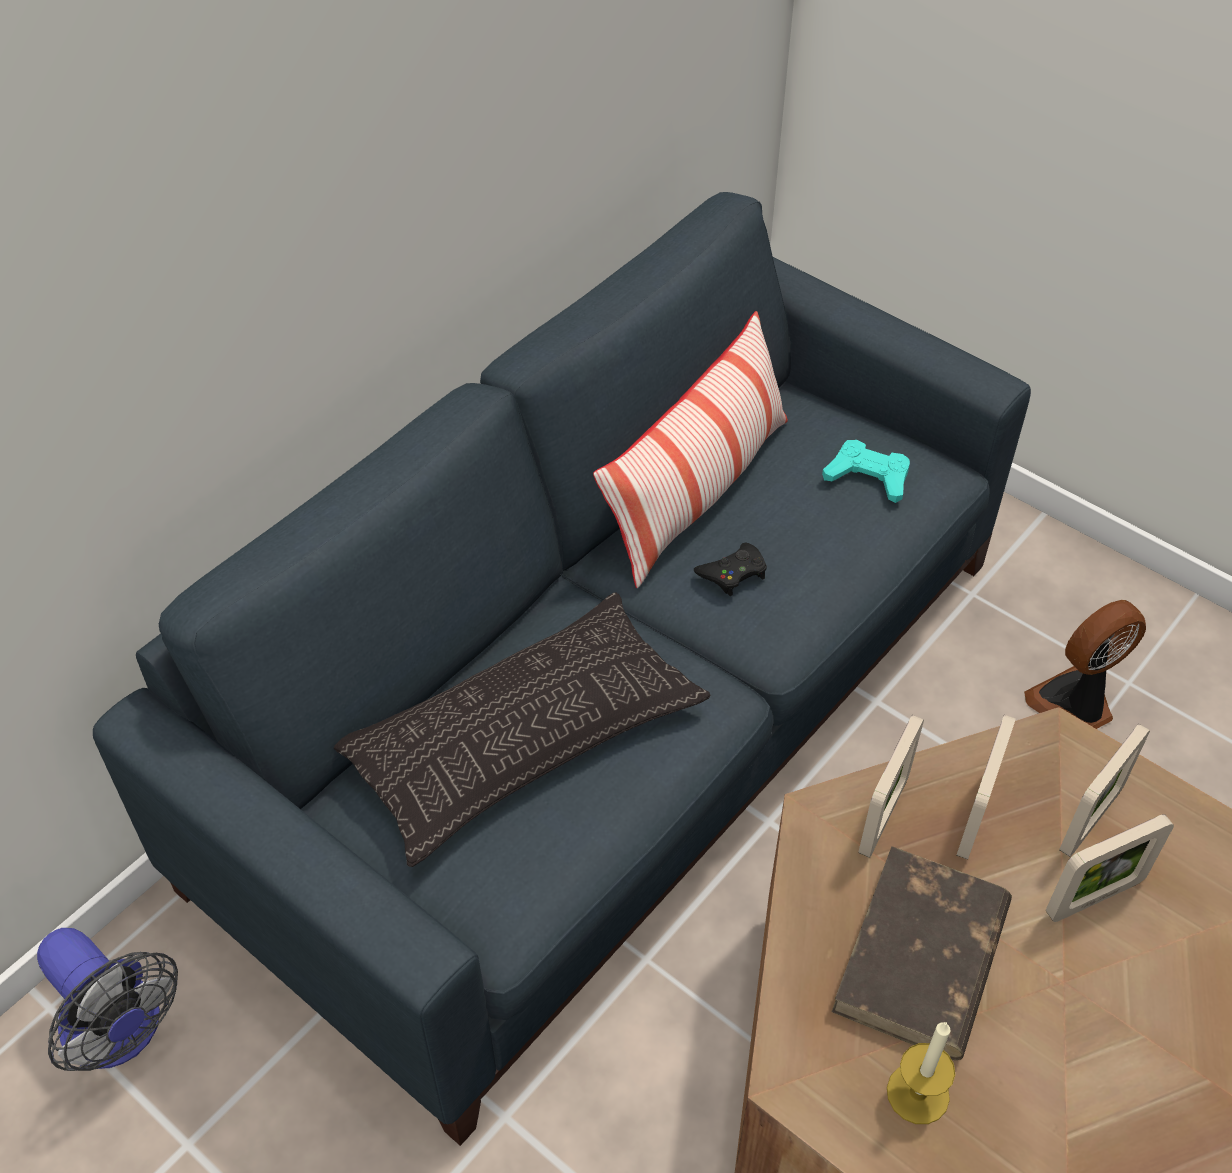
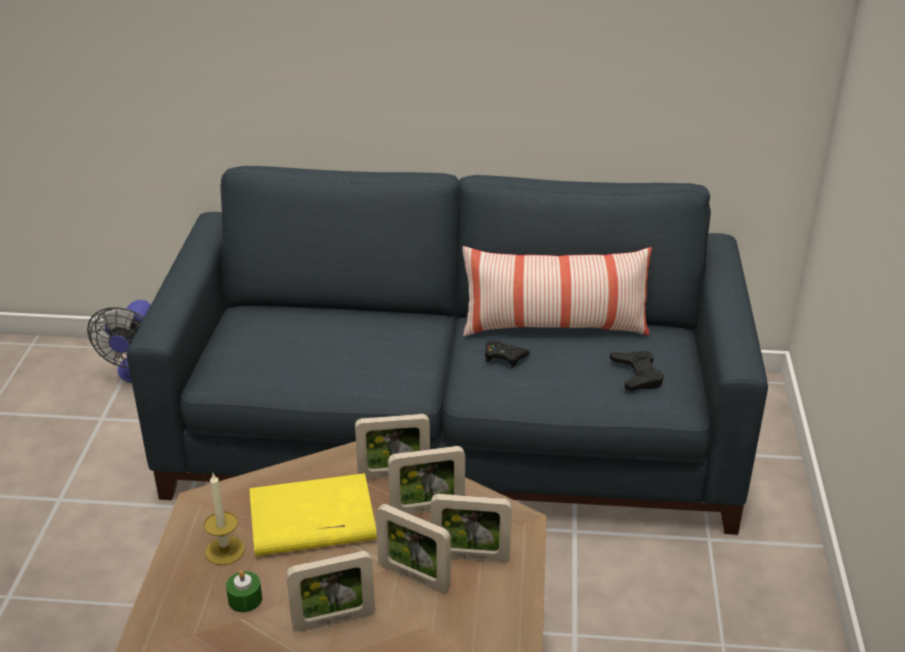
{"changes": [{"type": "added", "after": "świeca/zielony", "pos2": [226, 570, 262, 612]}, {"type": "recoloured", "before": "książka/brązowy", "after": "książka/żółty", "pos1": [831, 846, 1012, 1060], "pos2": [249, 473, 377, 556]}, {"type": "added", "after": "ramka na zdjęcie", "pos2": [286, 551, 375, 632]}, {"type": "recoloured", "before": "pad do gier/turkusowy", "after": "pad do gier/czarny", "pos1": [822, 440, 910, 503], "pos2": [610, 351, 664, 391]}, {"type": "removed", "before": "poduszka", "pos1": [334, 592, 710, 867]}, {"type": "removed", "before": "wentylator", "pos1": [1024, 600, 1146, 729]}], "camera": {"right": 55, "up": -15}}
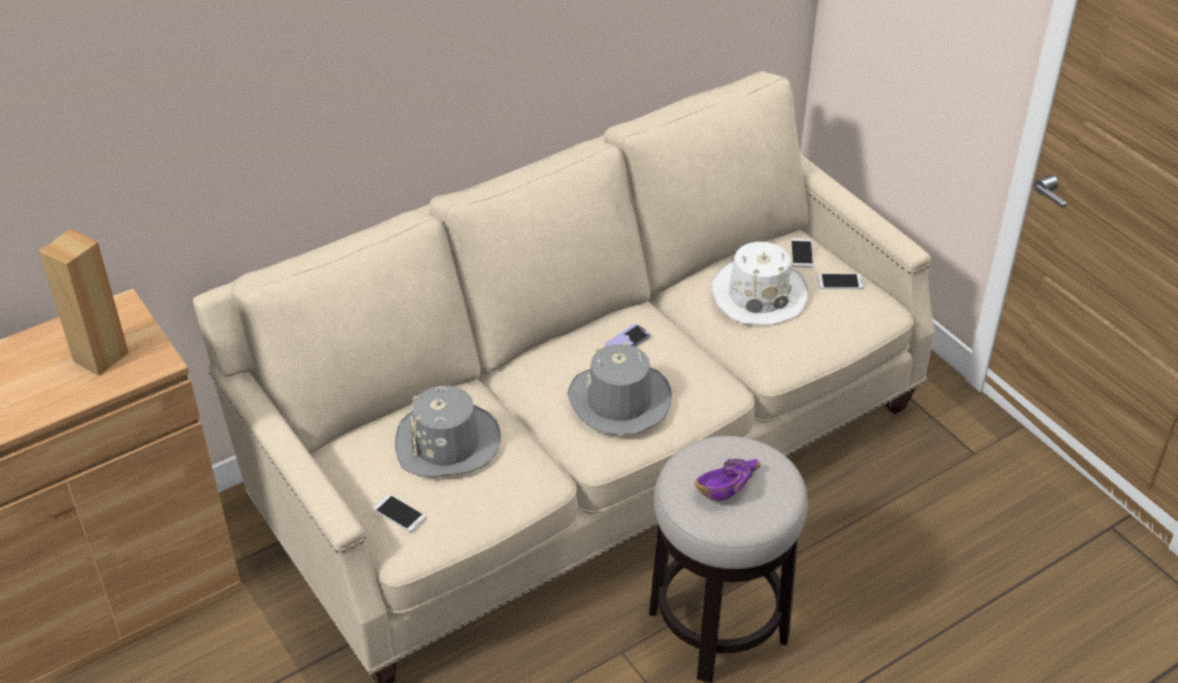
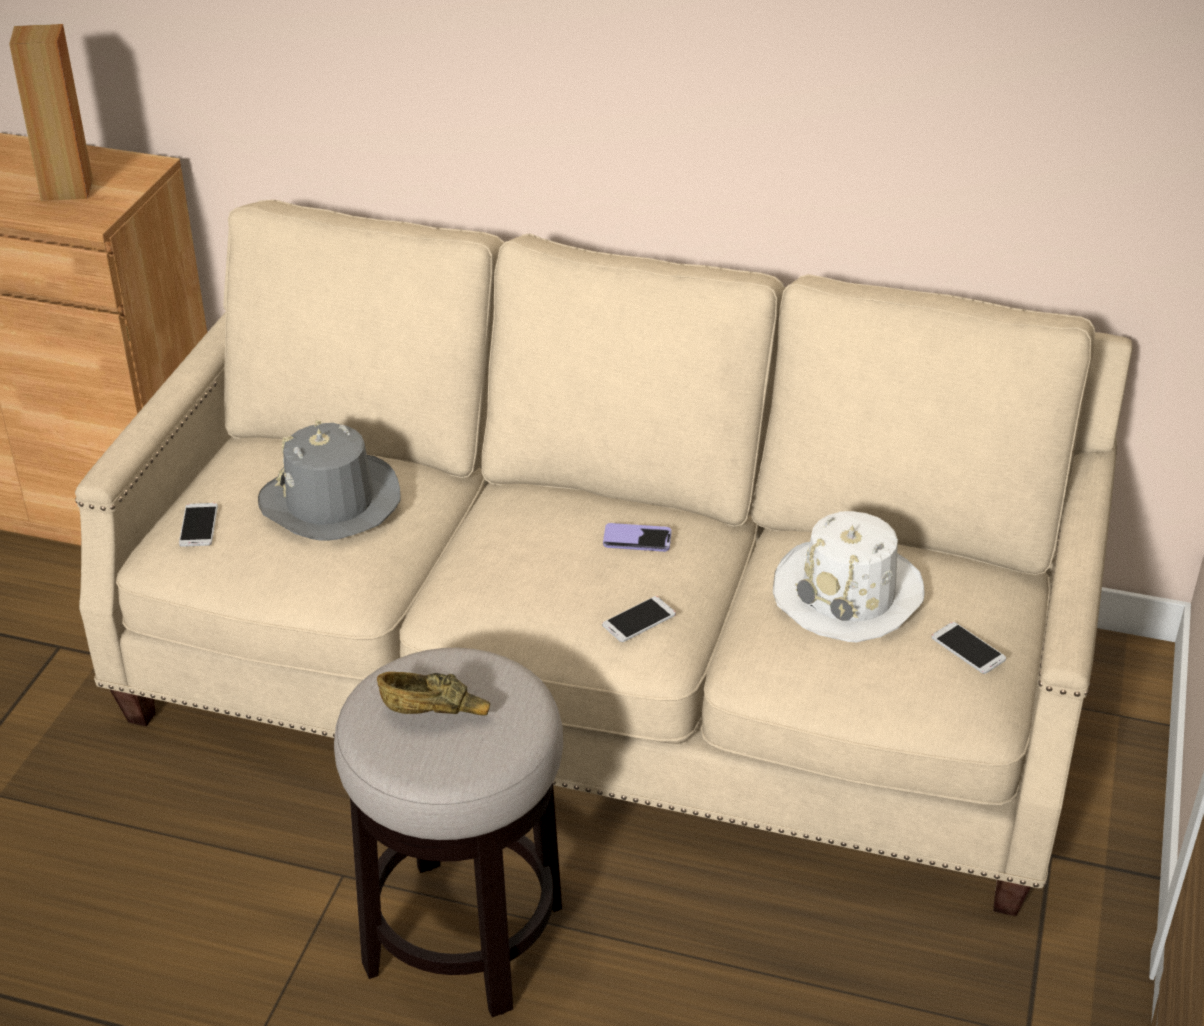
{"changes": [{"type": "recoloured", "before": "miska/fioletowy", "after": "miska/brązowy", "pos1": [694, 459, 760, 501], "pos2": [377, 672, 490, 715]}, {"type": "moved", "before": "telefon", "pos1": [791, 238, 814, 268], "pos2": [602, 596, 676, 642]}, {"type": "removed", "before": "kapelusz/szary", "pos1": [568, 341, 672, 435]}], "camera": {"right": 50, "up": -5}}
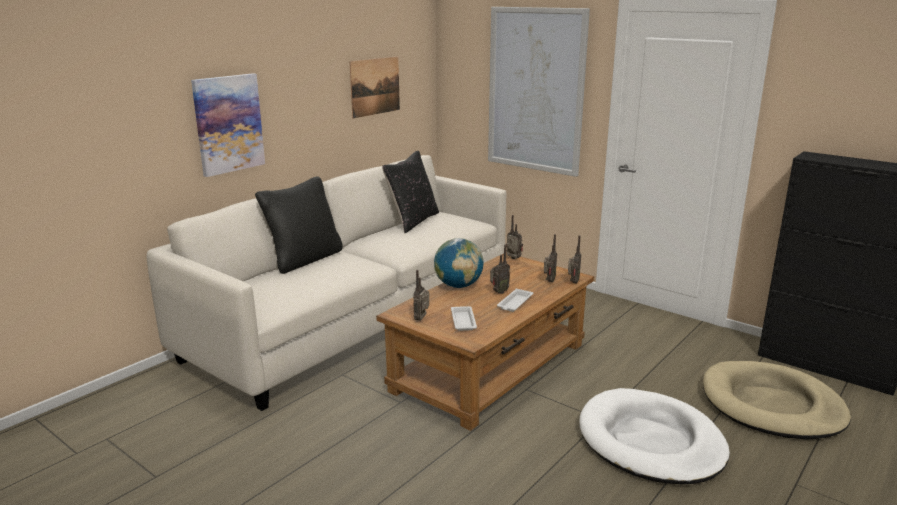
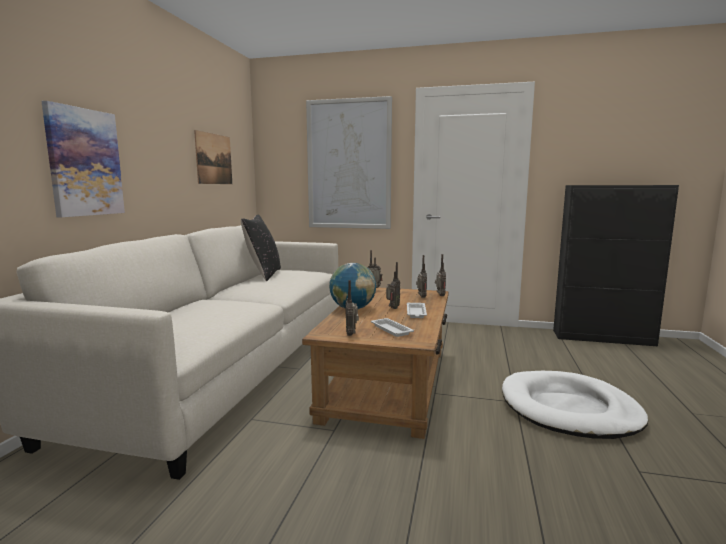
{"changes": [{"type": "removed", "before": "poduszka/czarny", "pos1": [255, 176, 343, 274]}, {"type": "removed", "before": "legowisko/beżowy", "pos1": [703, 361, 851, 439]}], "camera": {"right": -25, "up": -10}}
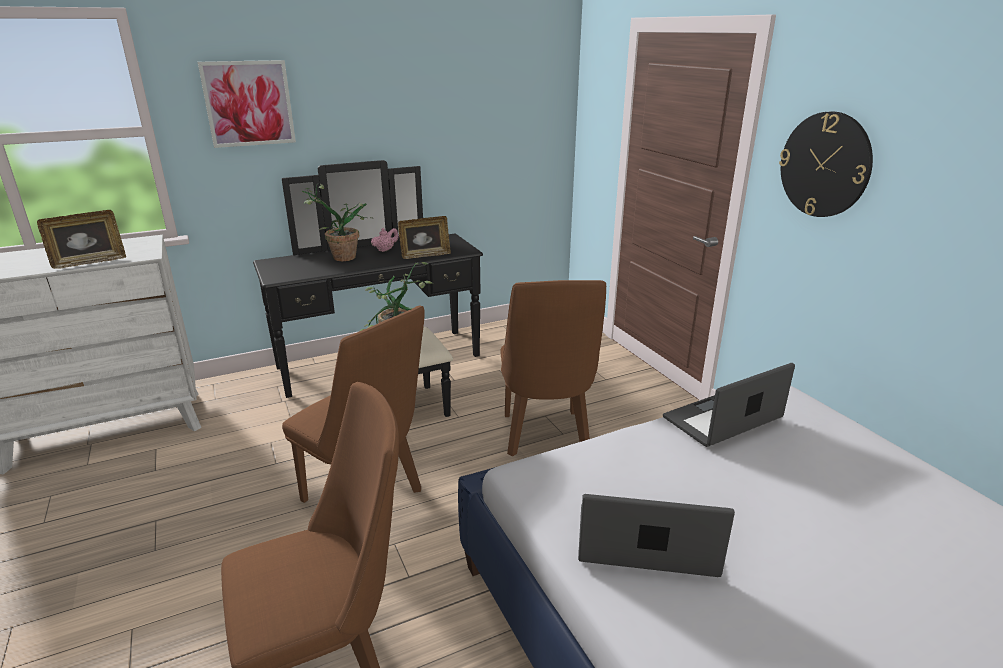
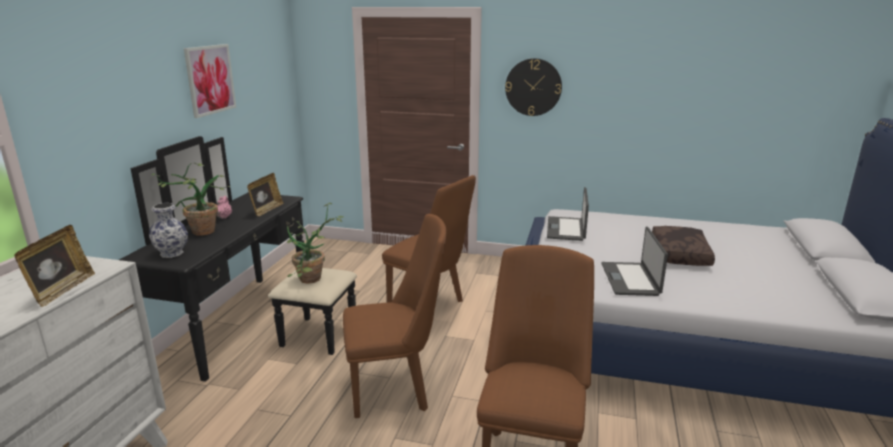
{"changes": [{"type": "added", "after": "wazon", "pos2": [149, 203, 188, 258]}, {"type": "moved", "before": "obraz", "pos1": [198, 60, 296, 148], "pos2": [184, 44, 236, 118]}, {"type": "turned", "before": "laptop", "pos1": [578, 494, 735, 577], "pos2": [601, 227, 668, 296], "turn": -45}, {"type": "added", "after": "poduszka/brązowy", "pos2": [652, 226, 715, 266]}], "camera": {"right": -50, "up": -5}}
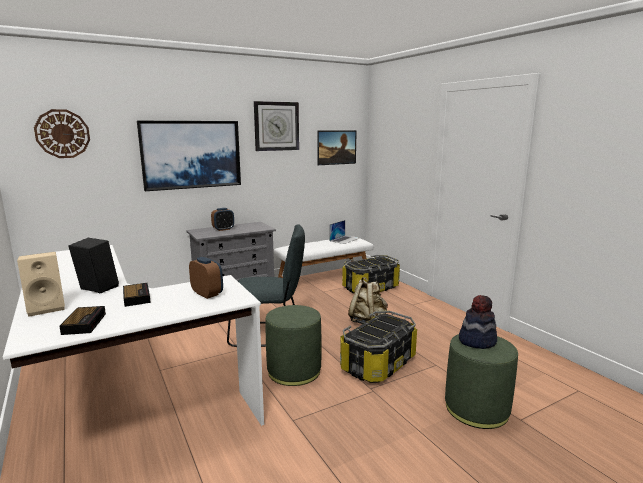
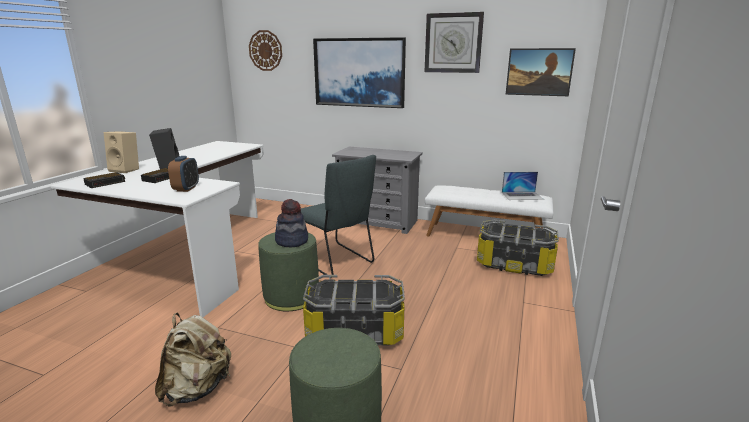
{"changes": [{"type": "moved", "before": "plecak/beżowy", "pos1": [348, 277, 388, 324], "pos2": [155, 313, 231, 407]}, {"type": "moved", "before": "kapelusz", "pos1": [459, 295, 497, 349], "pos2": [275, 199, 308, 248]}, {"type": "removed", "before": "budzik", "pos1": [211, 208, 234, 231]}], "camera": {"right": 50, "up": 5}}
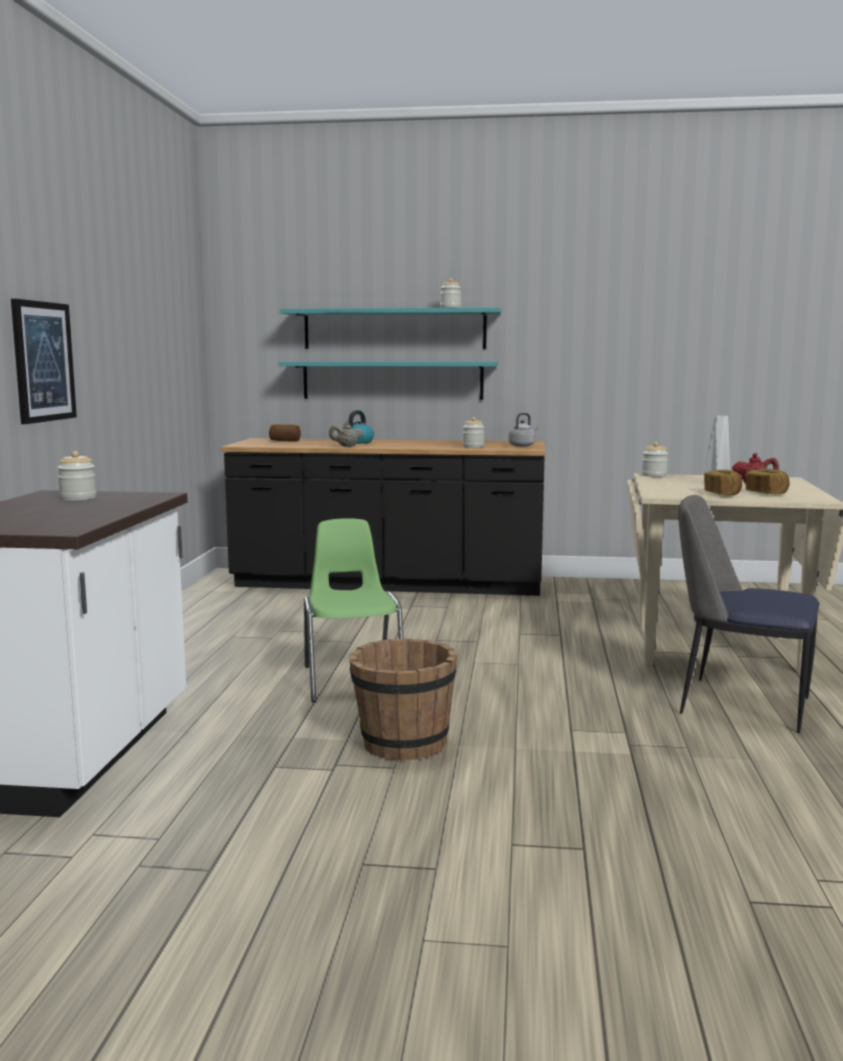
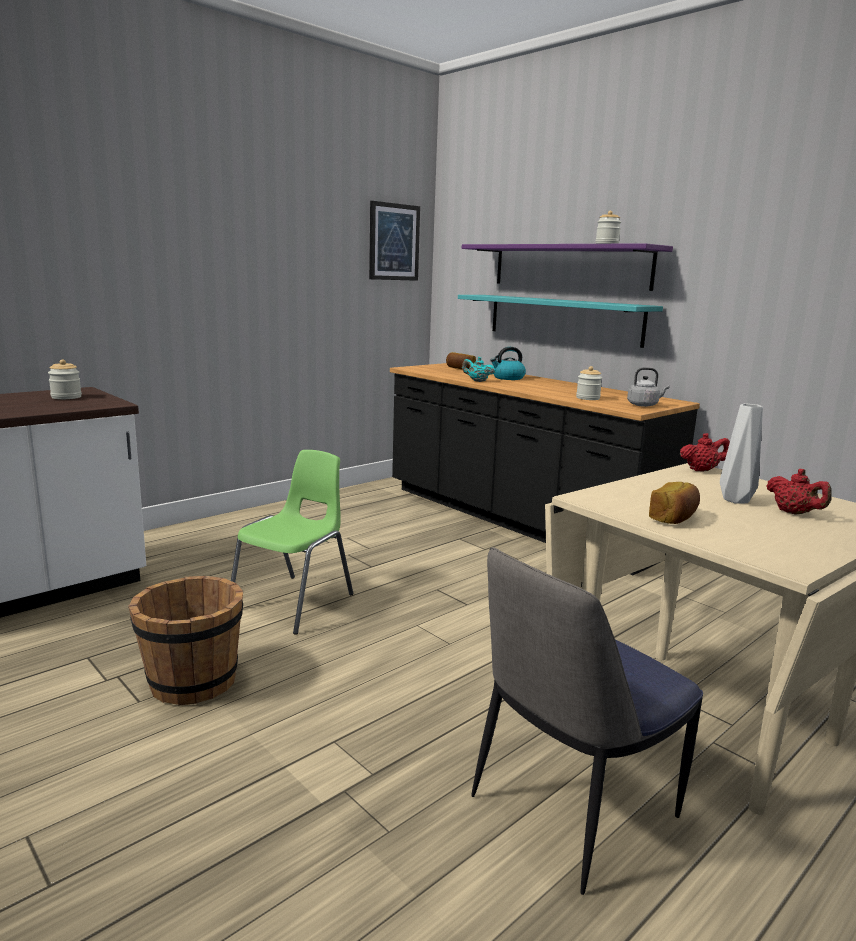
{"changes": [{"type": "moved", "before": "obraz", "pos1": [11, 299, 77, 424], "pos2": [369, 201, 420, 281]}, {"type": "recoloured", "before": "półka/turkusowy", "after": "półka/fioletowy", "pos1": [280, 307, 501, 349], "pos2": [462, 243, 673, 291]}, {"type": "recoloured", "before": "imbryk/beżowy", "after": "imbryk/turkusowy", "pos1": [329, 421, 364, 447], "pos2": [462, 357, 495, 382]}, {"type": "turned", "before": "krzesło", "pos1": [678, 495, 820, 733], "pos2": [471, 547, 703, 895], "turn": -105}, {"type": "replaced", "before": "słoik", "after": "imbryk/czerwony", "pos1": [642, 442, 668, 477], "pos2": [680, 433, 730, 472]}, {"type": "removed", "before": "chleb", "pos1": [746, 469, 790, 494]}], "camera": {"right": 40, "up": 5}}
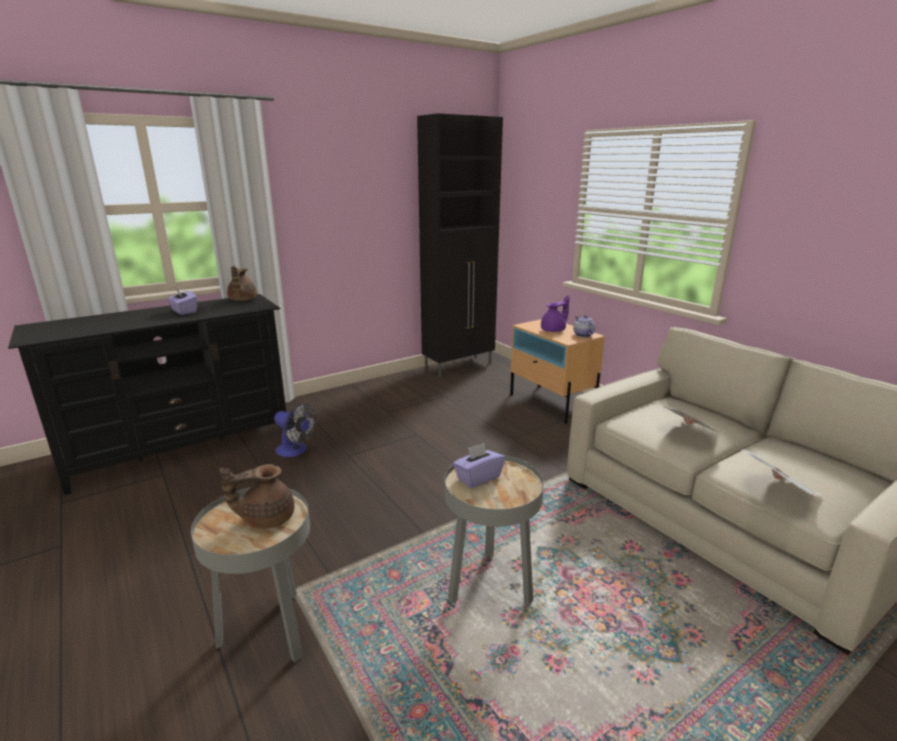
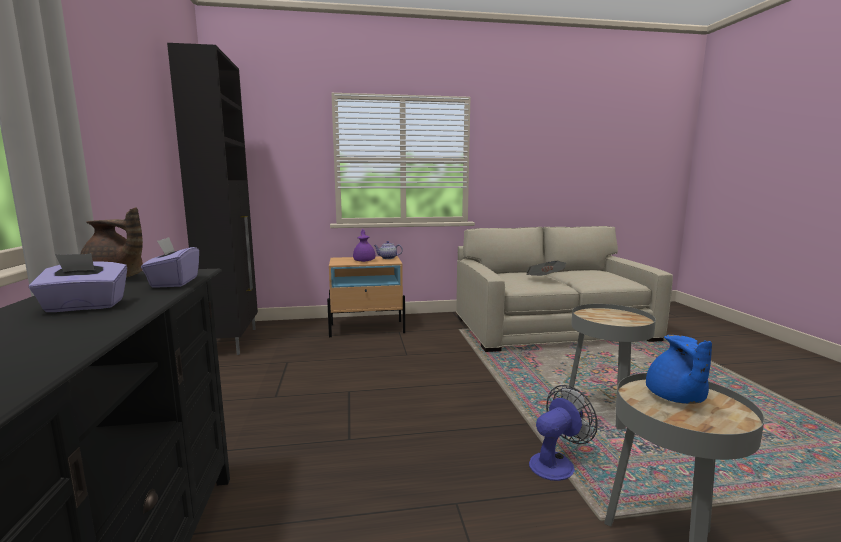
{"changes": [{"type": "moved", "before": "pudełko chusteczek/fioletowy", "pos1": [453, 442, 505, 488], "pos2": [141, 237, 199, 288]}, {"type": "moved", "before": "wentylator", "pos1": [274, 404, 316, 457], "pos2": [529, 385, 598, 481]}, {"type": "recoloured", "before": "imbryk/brązowy", "after": "imbryk/niebieski", "pos1": [219, 464, 294, 529], "pos2": [646, 335, 712, 404]}, {"type": "removed", "before": "gazeta", "pos1": [741, 449, 822, 497]}], "camera": {"right": -65, "up": -10}}
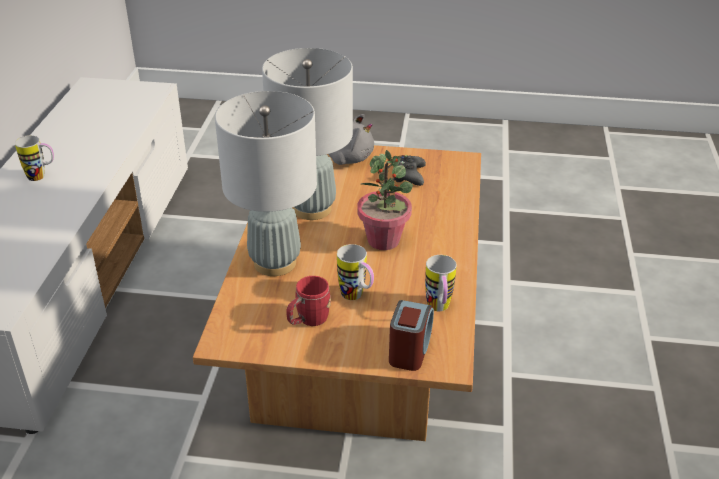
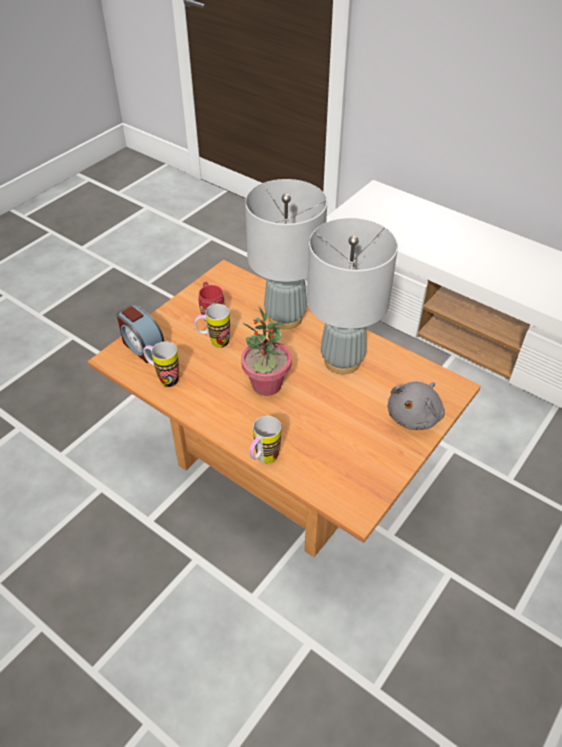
{"changes": [{"type": "moved", "before": "kubek", "pos1": [15, 135, 54, 181], "pos2": [249, 416, 281, 464]}, {"type": "removed", "before": "pad do gier/czarny", "pos1": [393, 155, 426, 186]}], "camera": {"right": 120, "up": 10}}
